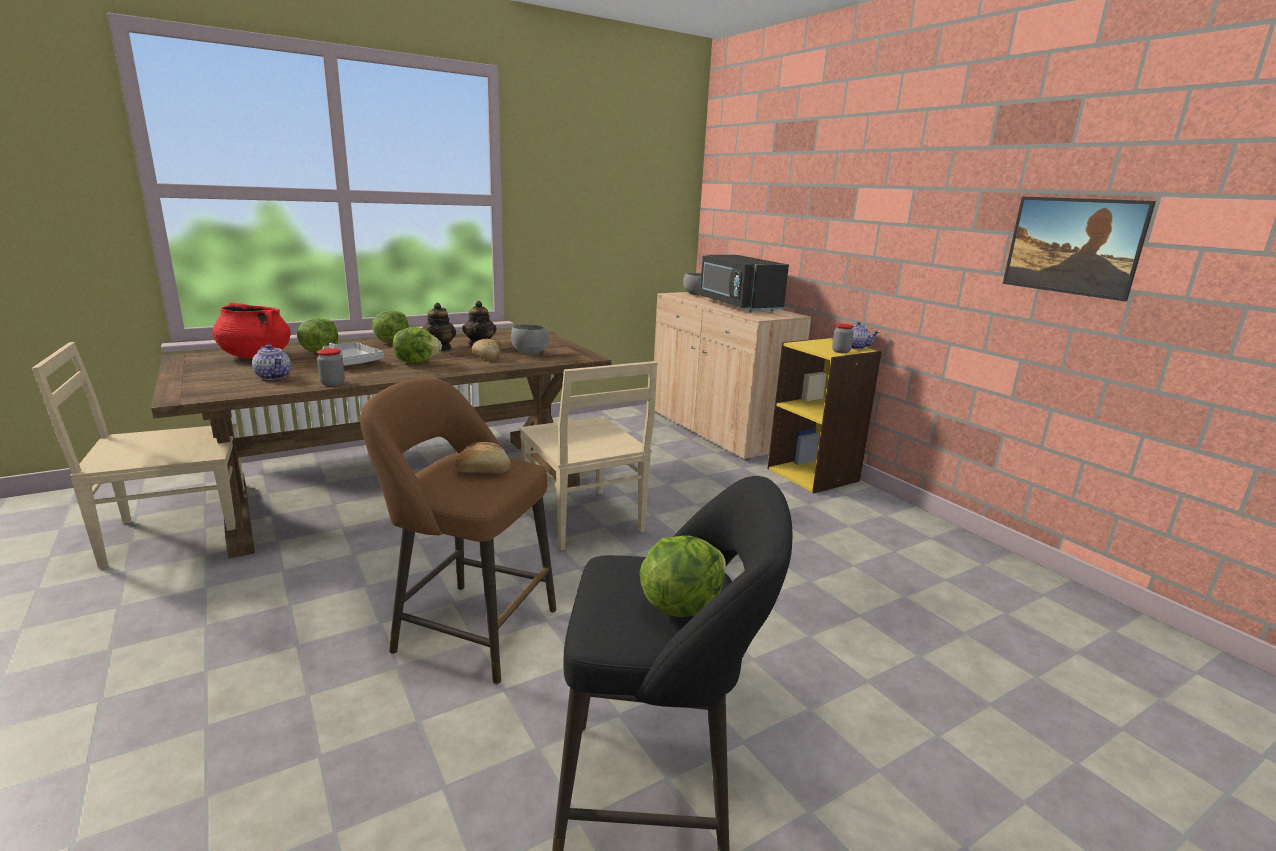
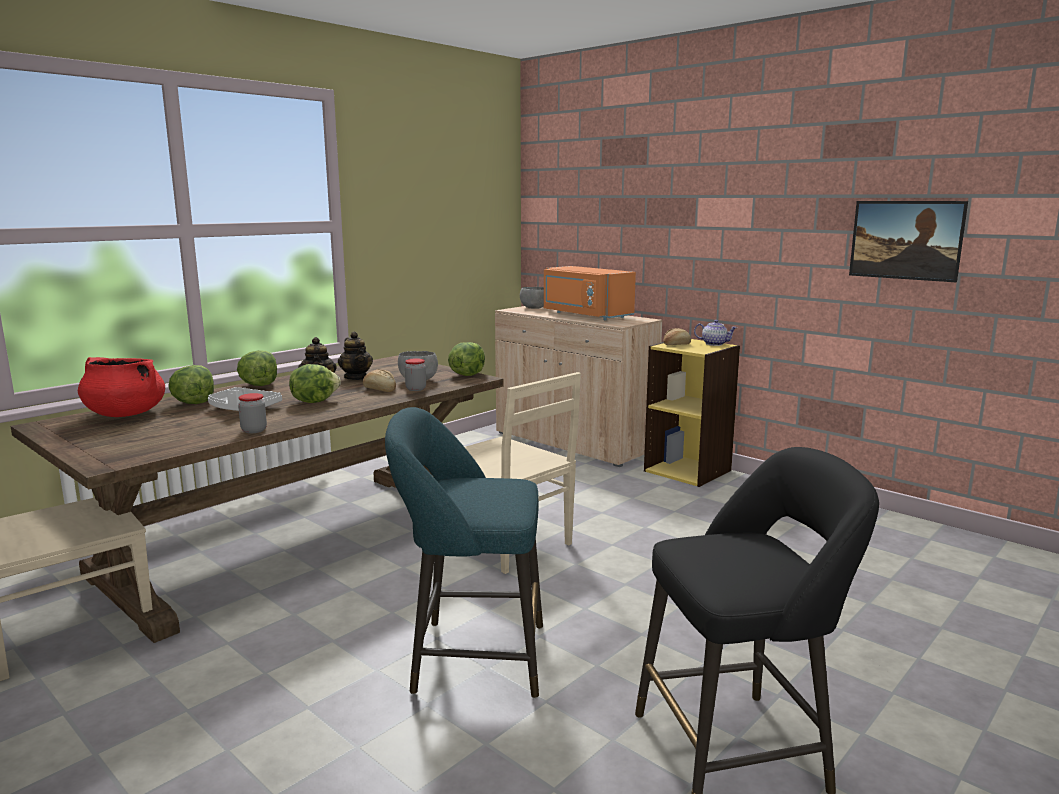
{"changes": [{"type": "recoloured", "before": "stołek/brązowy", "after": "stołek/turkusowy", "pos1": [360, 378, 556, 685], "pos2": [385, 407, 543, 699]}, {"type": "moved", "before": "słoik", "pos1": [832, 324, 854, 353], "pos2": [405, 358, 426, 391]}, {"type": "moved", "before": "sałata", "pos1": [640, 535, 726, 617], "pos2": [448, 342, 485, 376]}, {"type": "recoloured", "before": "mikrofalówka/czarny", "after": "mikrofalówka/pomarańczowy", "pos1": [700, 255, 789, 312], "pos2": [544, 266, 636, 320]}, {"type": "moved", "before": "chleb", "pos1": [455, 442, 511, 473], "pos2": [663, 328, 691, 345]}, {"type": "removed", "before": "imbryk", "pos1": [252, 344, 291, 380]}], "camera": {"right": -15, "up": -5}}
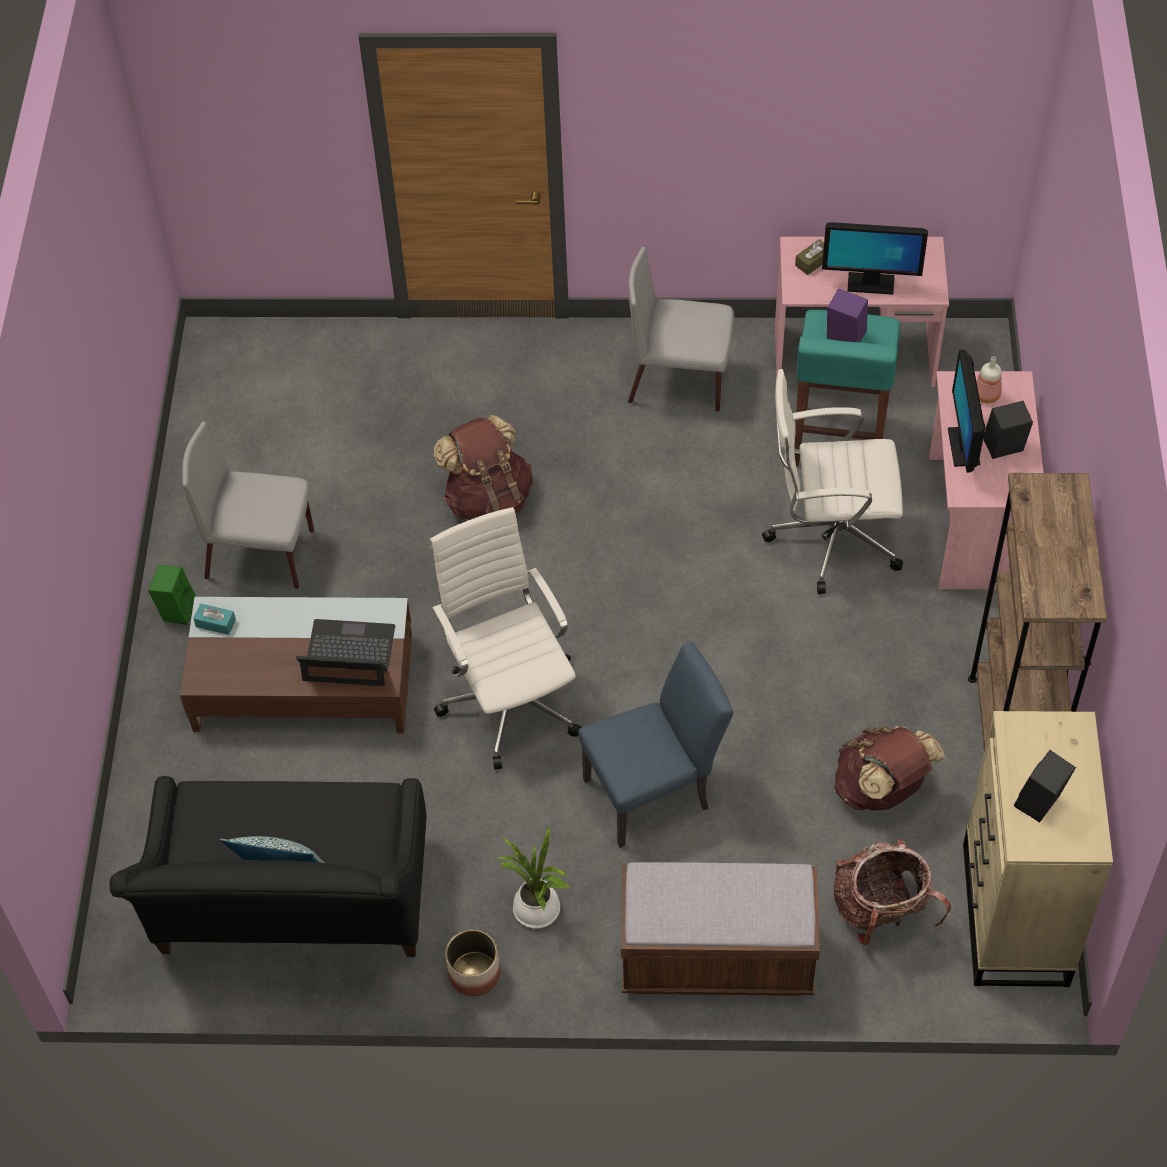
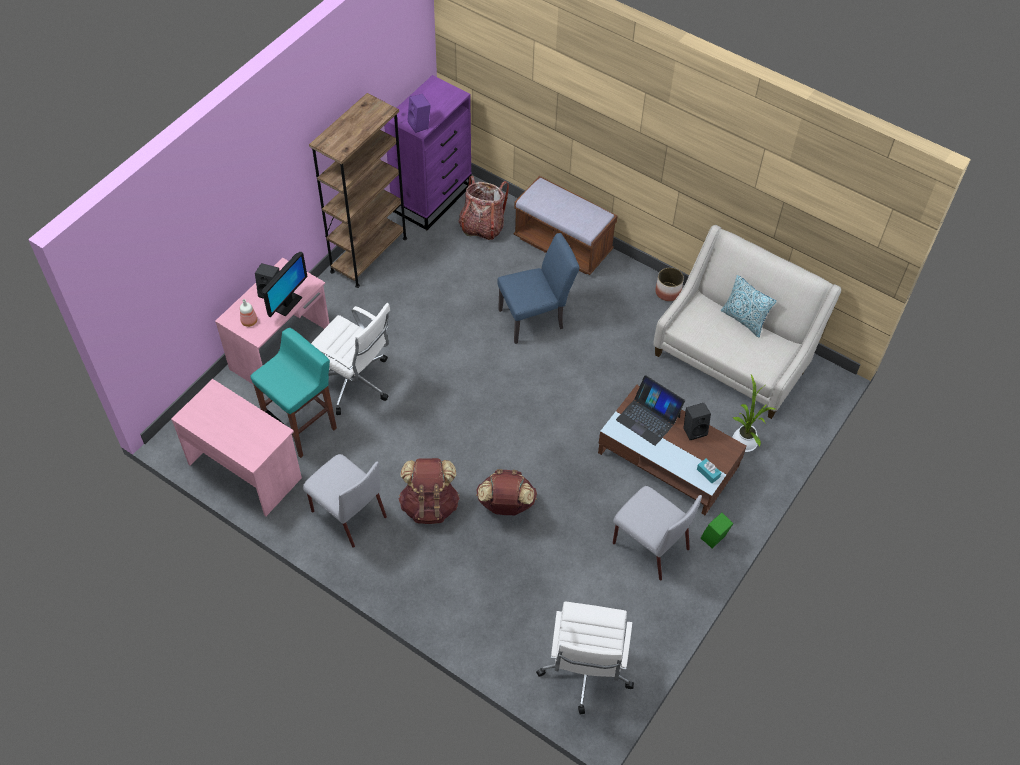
{"changes": [{"type": "recoloured", "before": "komoda/beżowy", "after": "komoda/fioletowy", "pos1": [963, 711, 1113, 987], "pos2": [384, 75, 472, 230]}, {"type": "moved", "before": "plecak/brązowy", "pos1": [834, 726, 945, 811], "pos2": [399, 458, 460, 524]}, {"type": "moved", "before": "głośnik/fioletowy", "pos1": [827, 288, 868, 342], "pos2": [407, 94, 431, 133]}, {"type": "turned", "before": "krzesło/niebieski", "pos1": [578, 642, 733, 848], "pos2": [498, 233, 580, 344], "turn": 150}, {"type": "moved", "before": "krzesło biurowe/biały", "pos1": [430, 507, 582, 769], "pos2": [536, 602, 634, 714]}, {"type": "recoloured", "before": "kanapa/czarny", "after": "kanapa/beżowy", "pos1": [109, 776, 427, 957], "pos2": [653, 225, 841, 419]}, {"type": "moved", "before": "głośnik/czarny", "pos1": [1014, 750, 1076, 823], "pos2": [683, 403, 711, 440]}, {"type": "moved", "before": "roślina doniczkowa", "pos1": [494, 825, 571, 928], "pos2": [732, 375, 775, 452]}, {"type": "removed", "before": "pudełko chusteczek/brązowy", "pos1": [795, 239, 824, 275]}, {"type": "removed", "before": "monitor", "pos1": [822, 222, 928, 295]}], "camera": {"right": -150, "up": 0}}
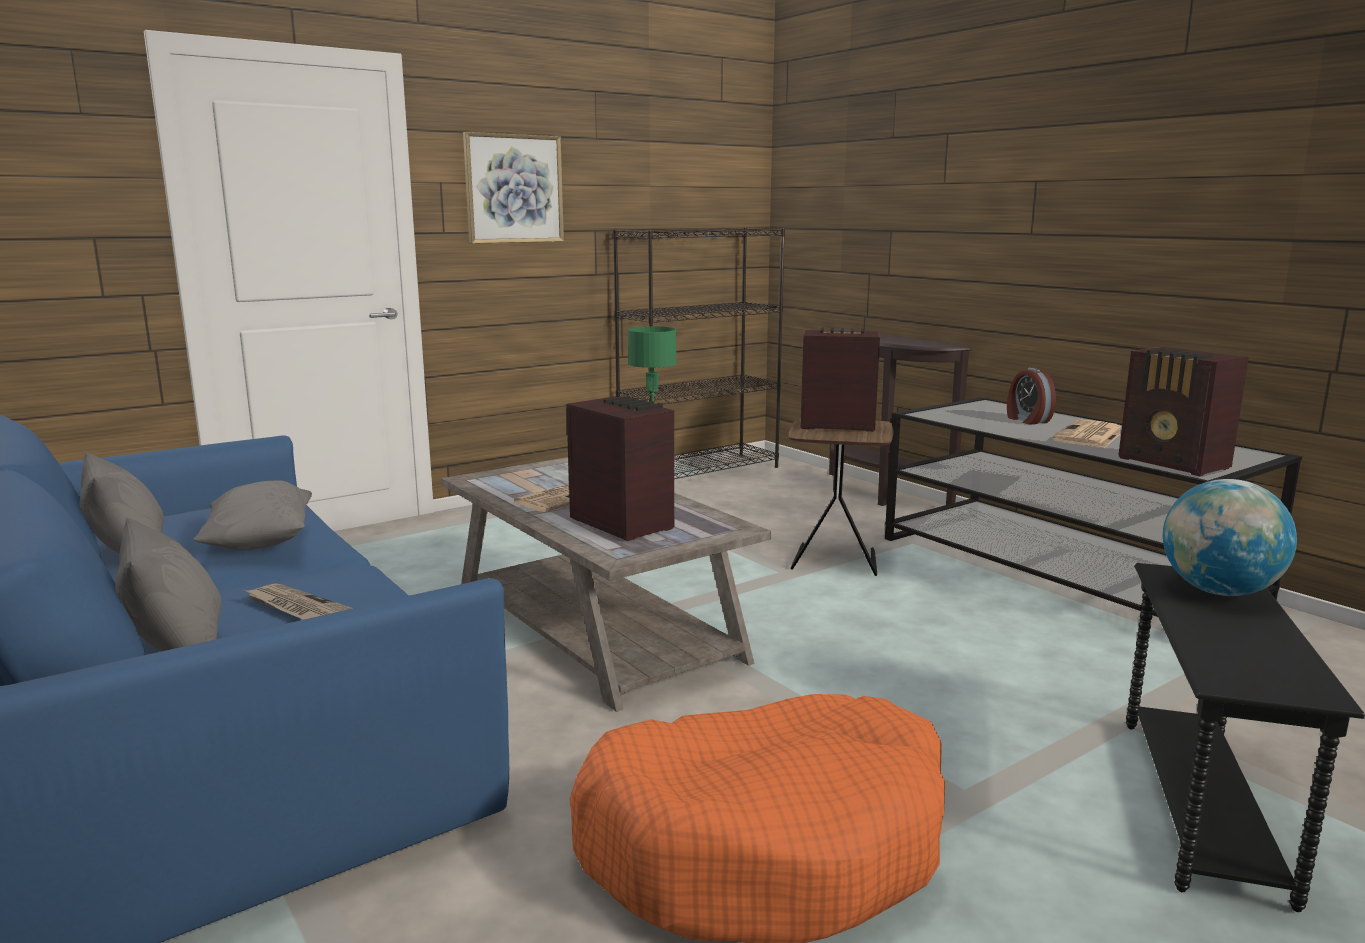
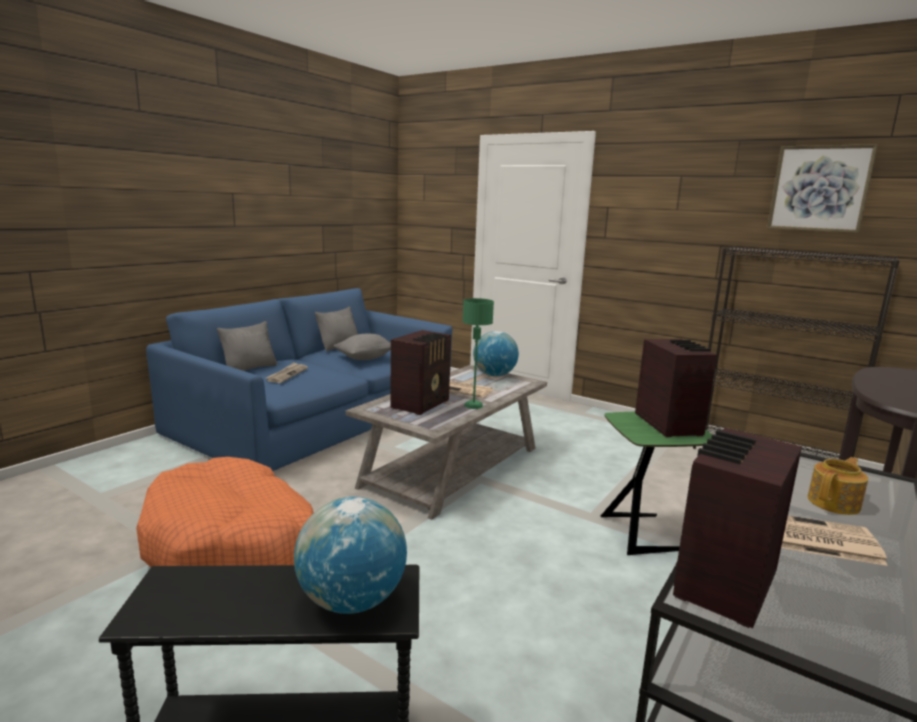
{"changes": [{"type": "added", "after": "globus", "pos2": [473, 331, 519, 376]}, {"type": "recoloured", "before": "stolik/brązowy", "after": "stolik/zielony", "pos1": [788, 418, 893, 576], "pos2": [601, 412, 712, 555]}, {"type": "moved", "before": "obraz", "pos1": [463, 132, 564, 244], "pos2": [767, 144, 878, 233]}, {"type": "replaced", "before": "budzik", "after": "imbryk", "pos1": [1007, 368, 1056, 424], "pos2": [807, 457, 868, 515]}], "camera": {"right": 70, "up": 0}}
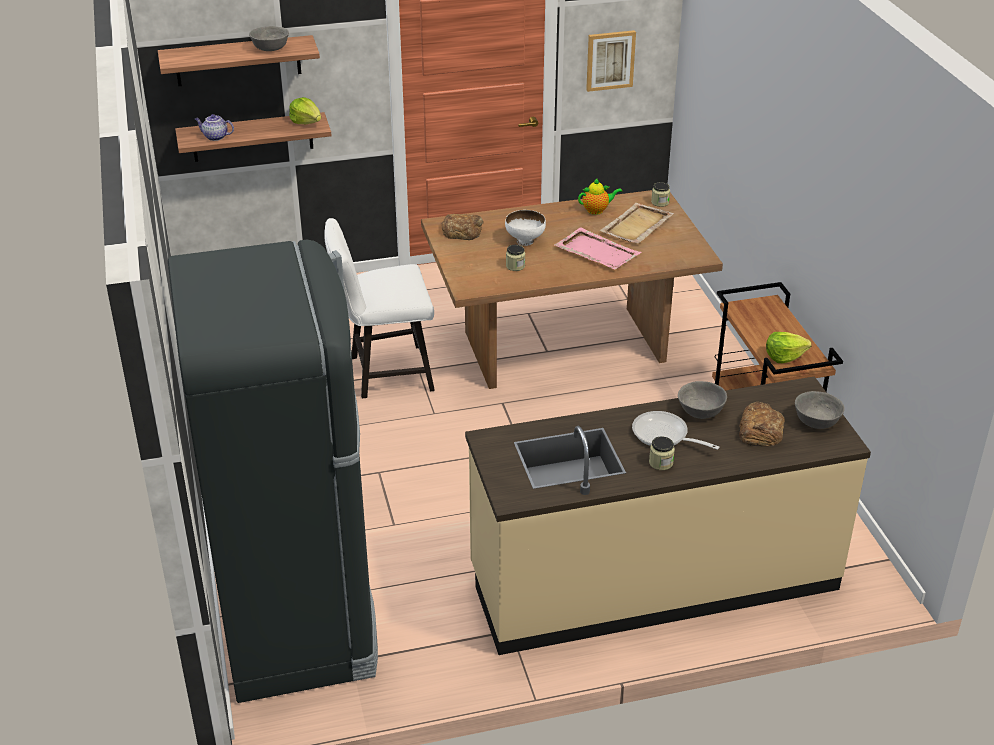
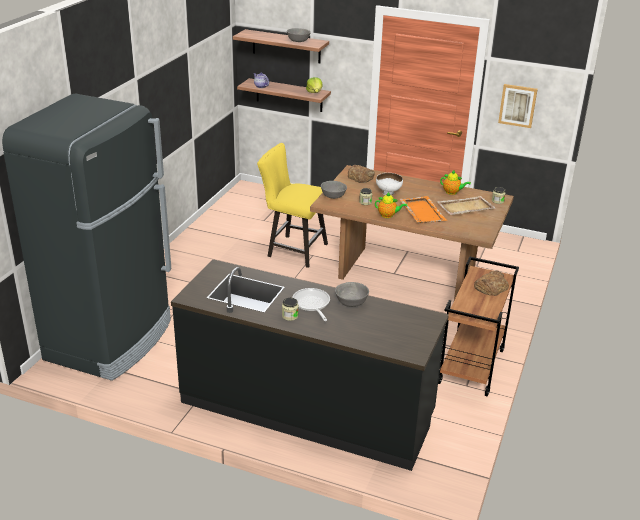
{"changes": [{"type": "recoloured", "before": "zabudowa kuchenna/beżowy", "after": "zabudowa kuchenna/czarny", "pos1": [465, 376, 871, 655], "pos2": [171, 259, 449, 471]}, {"type": "recoloured", "before": "krzesło/biały", "after": "krzesło/żółty", "pos1": [324, 218, 435, 398], "pos2": [257, 143, 328, 268]}, {"type": "moved", "before": "miska/szary", "pos1": [795, 391, 845, 429], "pos2": [321, 181, 347, 199]}, {"type": "added", "after": "imbryk", "pos2": [375, 192, 407, 218]}, {"type": "recoloured", "before": "taca/różowy", "after": "taca/pomarańczowy", "pos1": [554, 227, 642, 269], "pos2": [400, 196, 447, 223]}, {"type": "moved", "before": "chleb", "pos1": [739, 402, 785, 447], "pos2": [474, 271, 509, 296]}, {"type": "removed", "before": "sałata", "pos1": [766, 332, 812, 363]}], "camera": {"right": 35, "up": -5}}
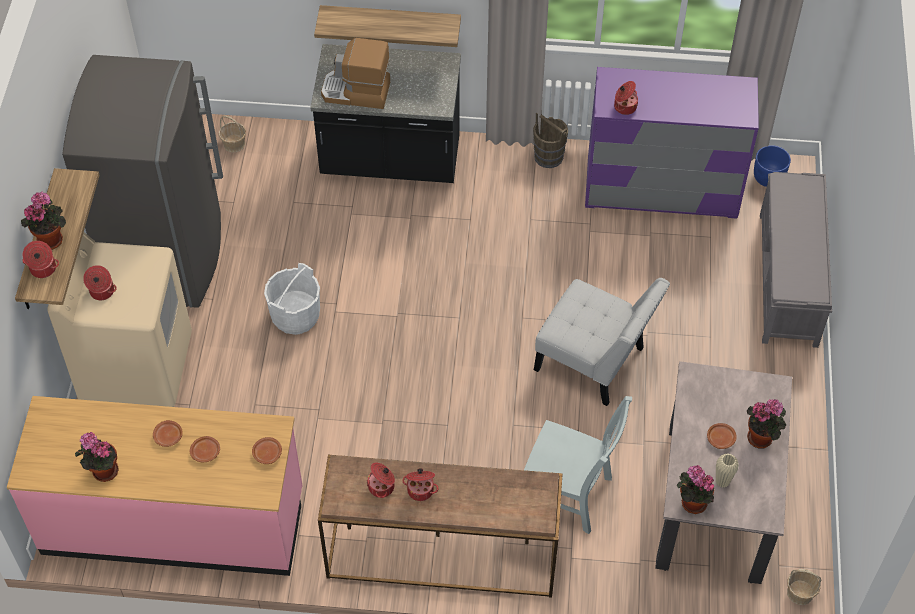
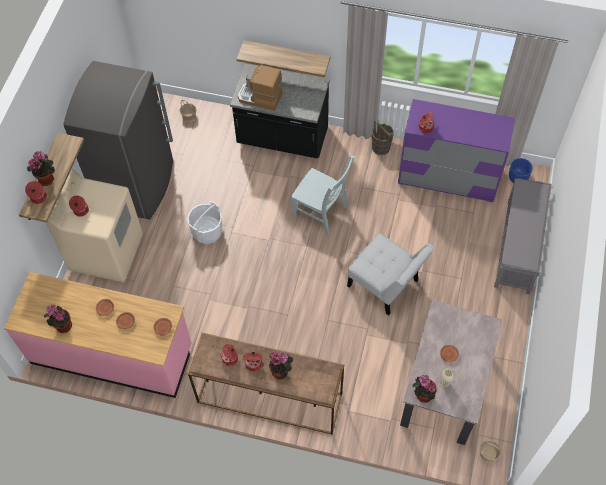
{"changes": [{"type": "moved", "before": "roślina doniczkowa", "pos1": [747, 399, 786, 448], "pos2": [269, 352, 293, 380]}, {"type": "moved", "before": "krzesło/szary", "pos1": [524, 396, 632, 534], "pos2": [291, 156, 355, 235]}], "camera": {"right": 10, "up": 5}}
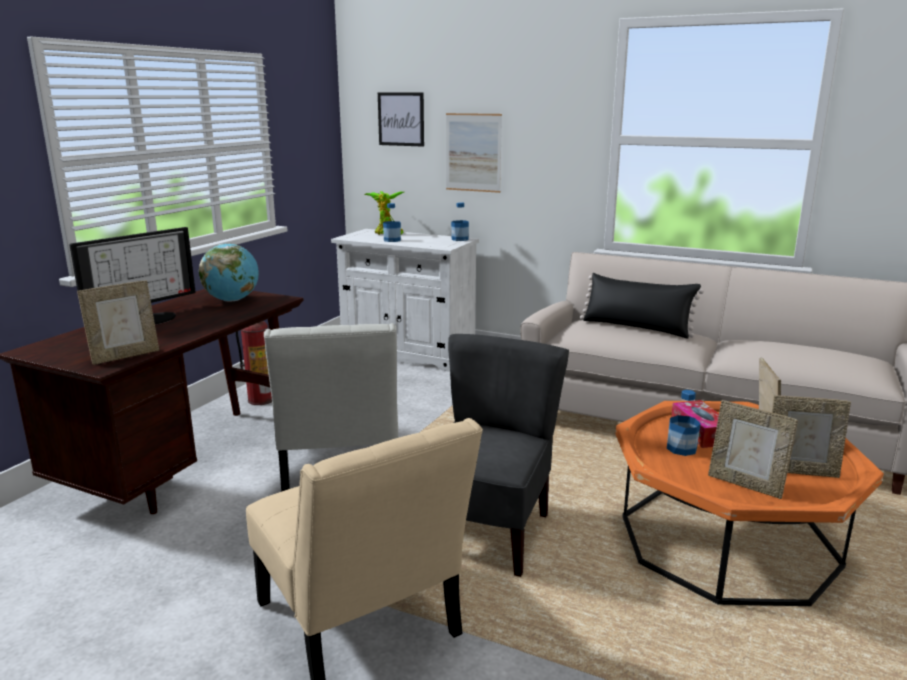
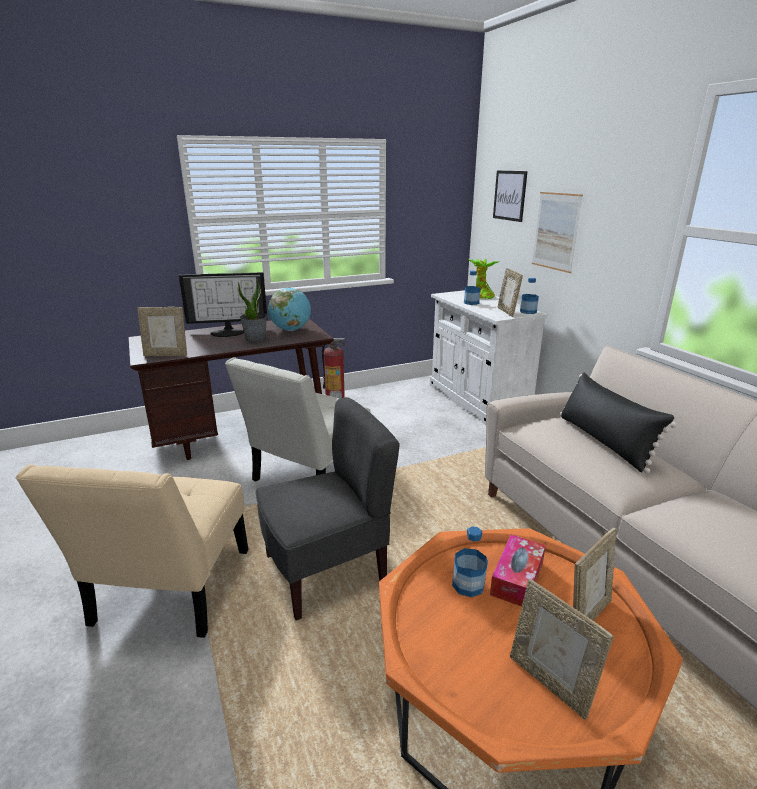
{"changes": [{"type": "added", "after": "roślina doniczkowa", "pos2": [238, 279, 267, 343]}, {"type": "moved", "before": "ramka na zdjęcie", "pos1": [708, 400, 798, 499], "pos2": [498, 268, 523, 317]}], "camera": {"right": 40, "up": 5}}
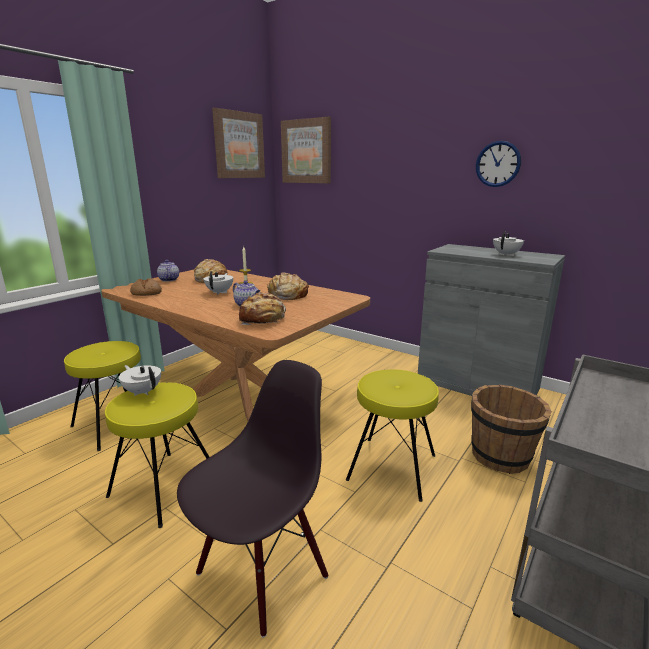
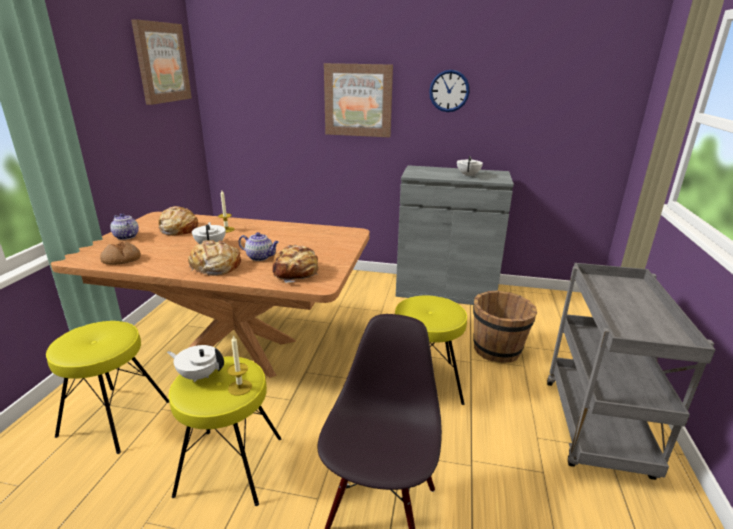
{"changes": [{"type": "moved", "before": "chleb", "pos1": [267, 273, 309, 300], "pos2": [188, 240, 241, 276]}, {"type": "added", "after": "świeca", "pos2": [227, 335, 252, 396]}, {"type": "moved", "before": "obraz", "pos1": [281, 117, 331, 183], "pos2": [324, 63, 393, 137]}], "camera": {"right": -25, "up": 5}}
